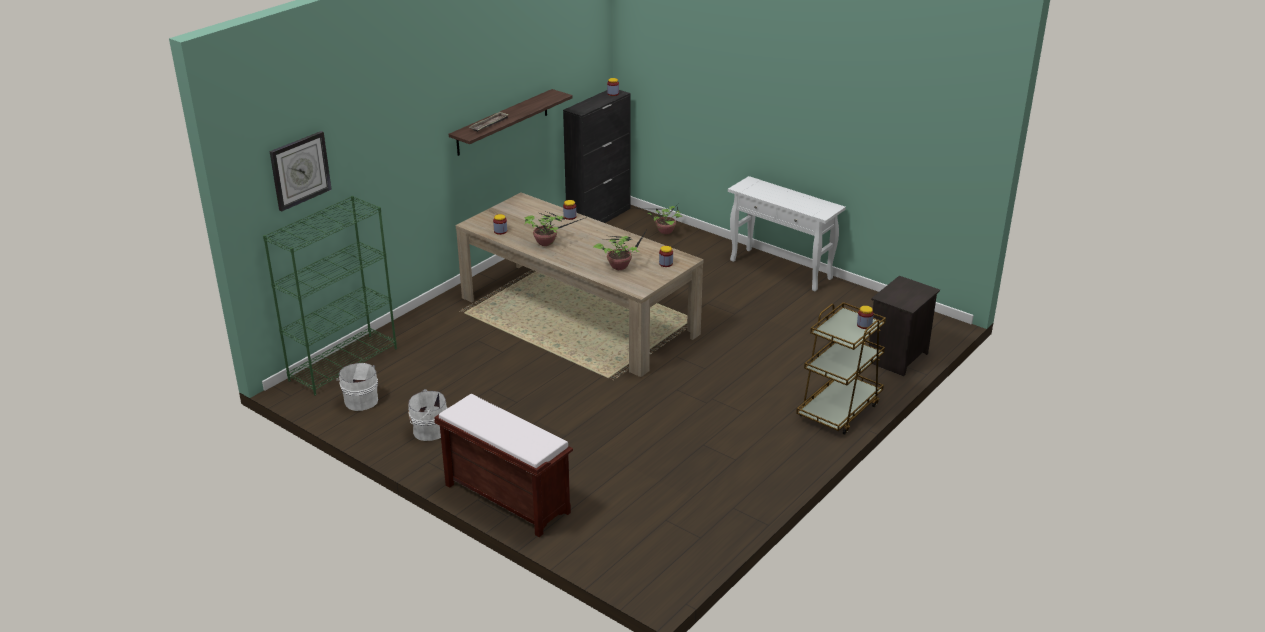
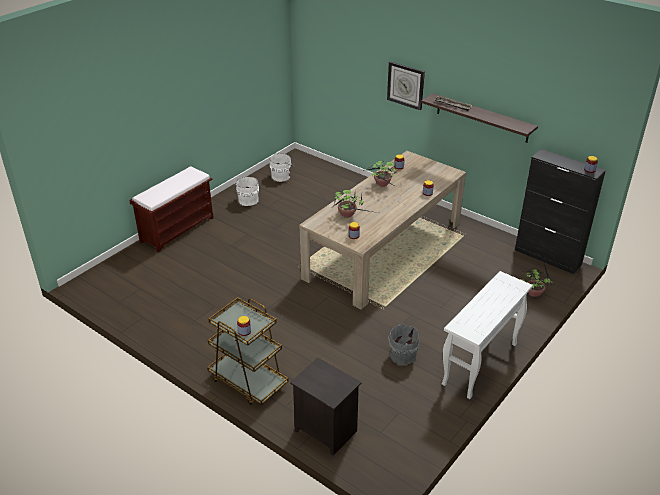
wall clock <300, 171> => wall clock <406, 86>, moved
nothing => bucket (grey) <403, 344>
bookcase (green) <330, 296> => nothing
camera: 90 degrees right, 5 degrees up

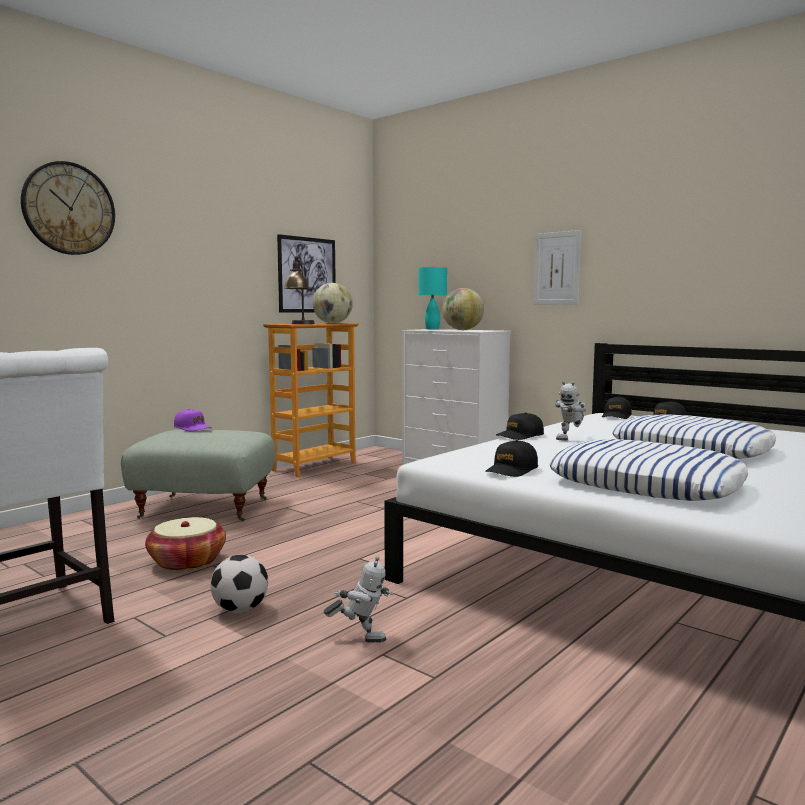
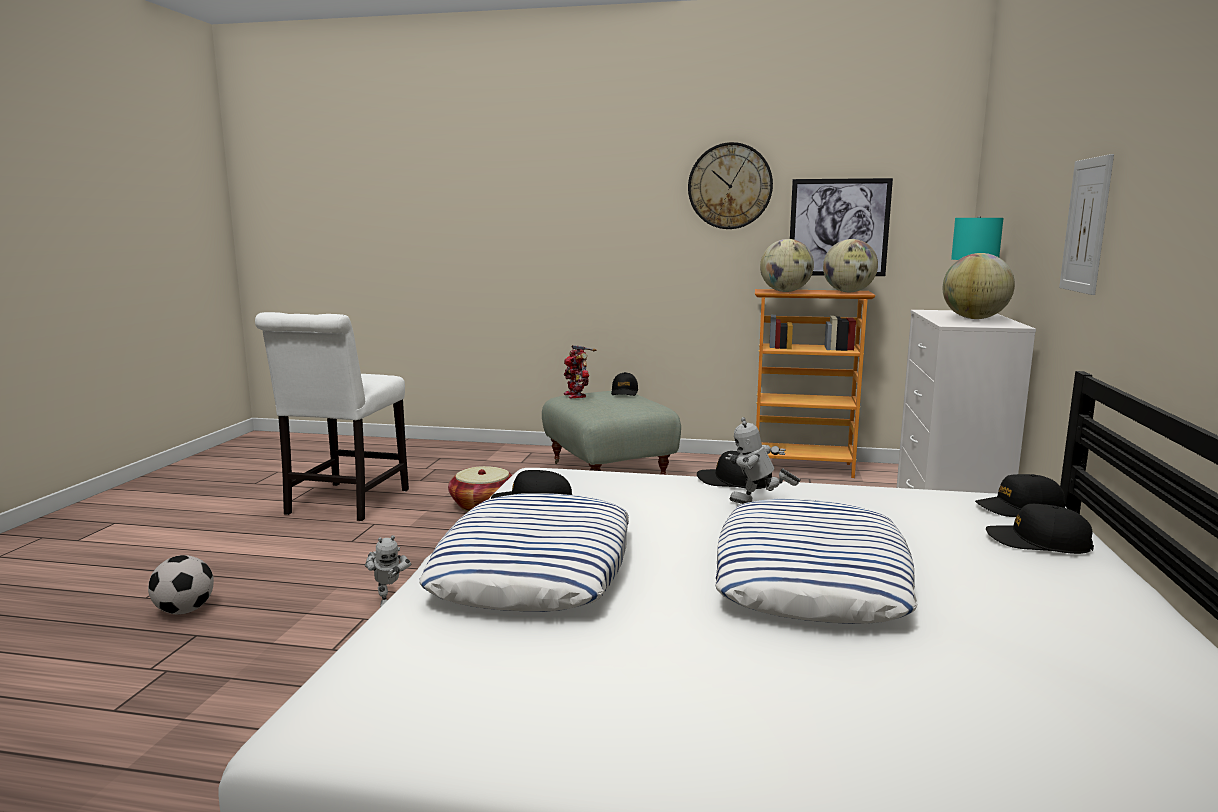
football <239, 584> => football <181, 585>, moved
nothing => toy robot <580, 371>
cap (purple) <193, 420> => cap (black) <624, 384>
wall clock <68, 208> => wall clock <730, 185>, moved
table lamp <300, 290> => globe <787, 265>
camera: 60 degrees right, 5 degrees up

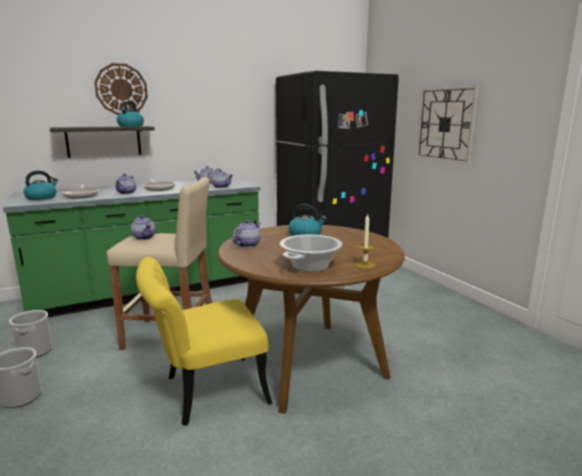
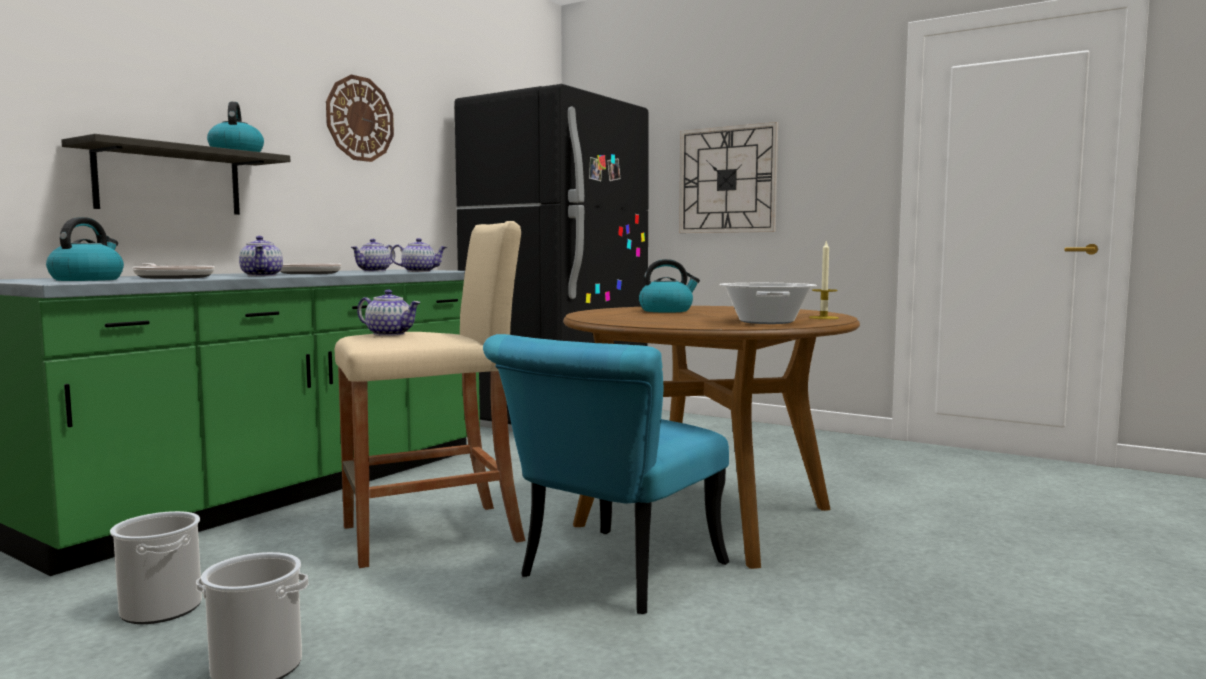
wall clock <121, 89> => wall clock <360, 118>, moved
chair (yellow) <204, 341> => chair (turquoise) <606, 474>
teapot <246, 234> => nothing
camera: 30 degrees left, 10 degrees down

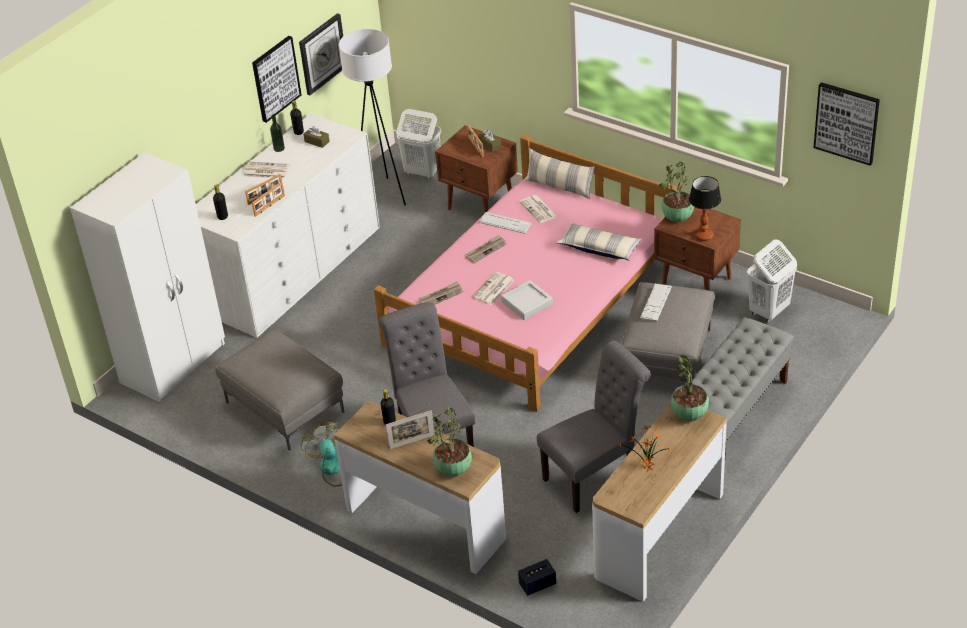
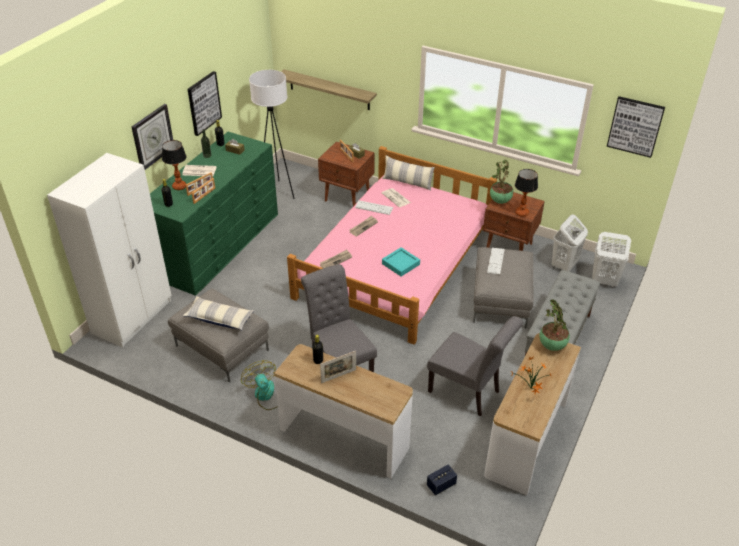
wall clock <321, 54> => wall clock <152, 137>, moved
dresser (white) <288, 225> => dresser (green) <214, 214>
nothing => table lamp <174, 165>
pillow <599, 241> => pillow <218, 313>, moved
nothing => shelf <329, 89>
tray (grey) <527, 300> => tray (turquoise) <401, 262>
chair (grey) <594, 427> => chair (grey) <475, 366>, 75 degrees clockwise
laundry basket (white) <418, 144> => laundry basket (white) <611, 259>, moved
potted plant <449, 442> => nothing
newspaper <493, 288> => nothing
camera: 10 degrees left, 0 degrees up

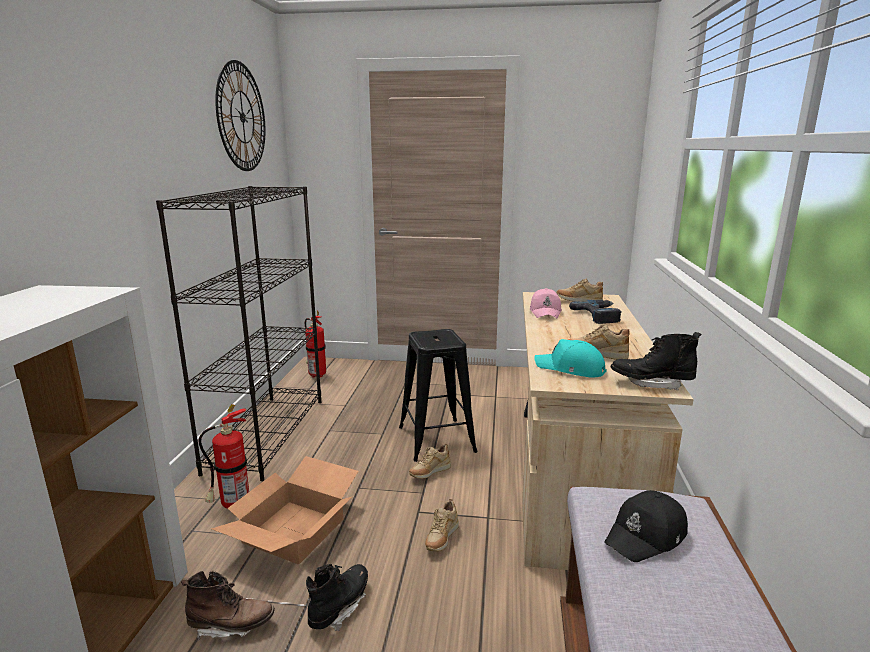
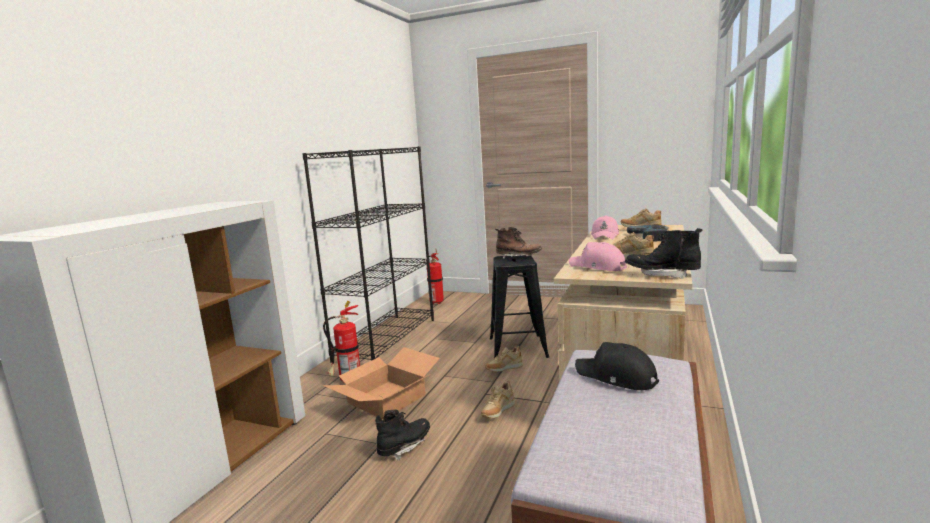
boot (brown) <228, 606> => boot (brown) <518, 243>, moved
cap (turquoise) <571, 358> => cap (pink) <598, 256>
cap (black) <646, 526> => cap (black) <617, 366>, 60 degrees clockwise
wall clock <240, 115> => nothing
camera: 15 degrees right, 5 degrees down

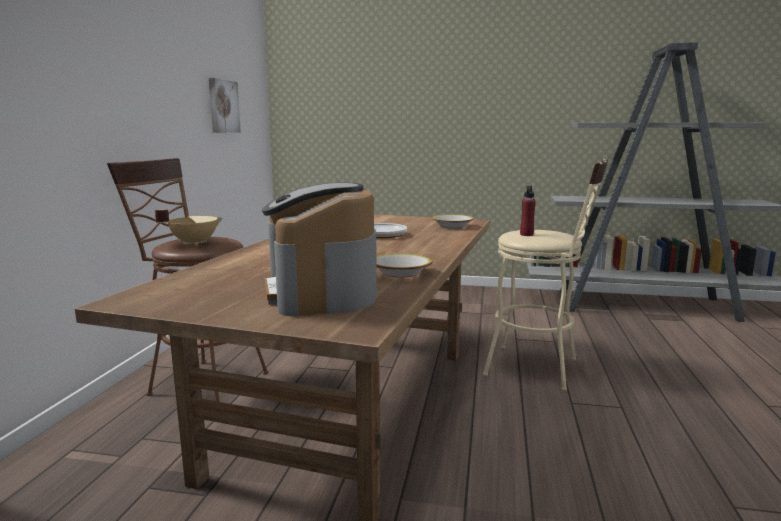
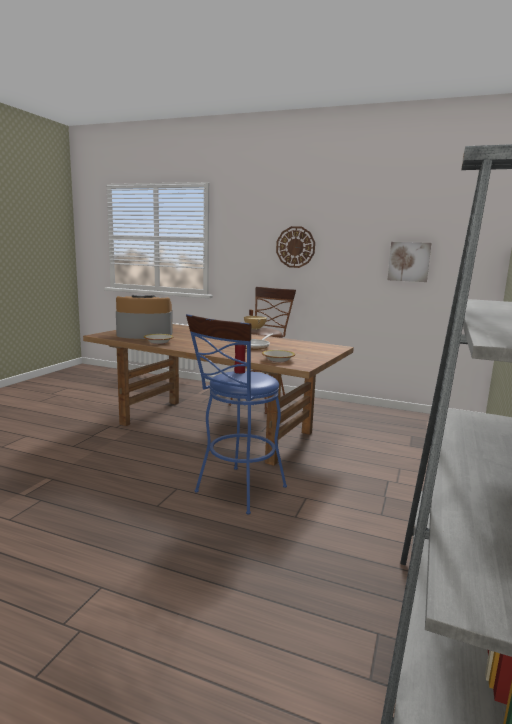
stool (beige) <545, 274> => stool (blue) <236, 414>
nothing => wall clock <295, 247>
camera: 100 degrees right, 0 degrees up

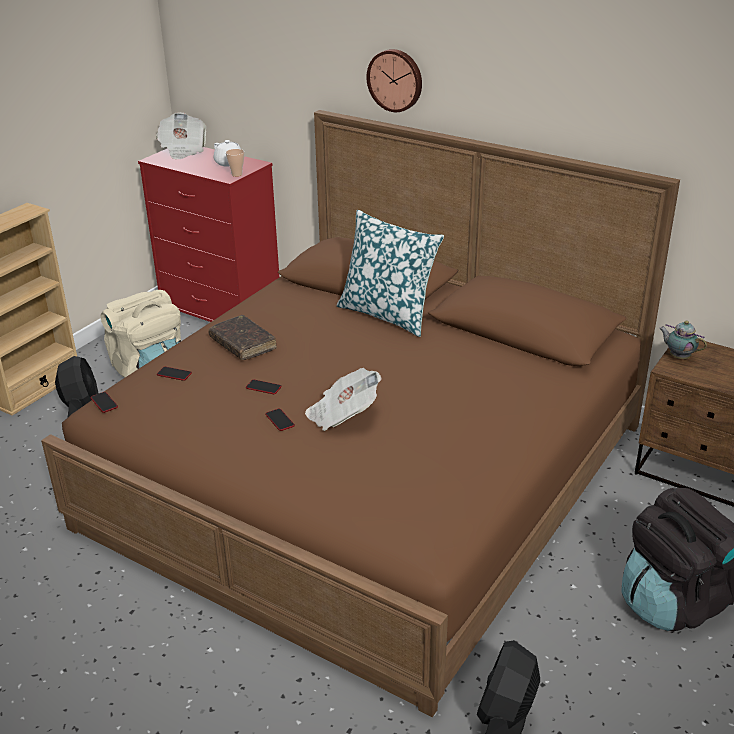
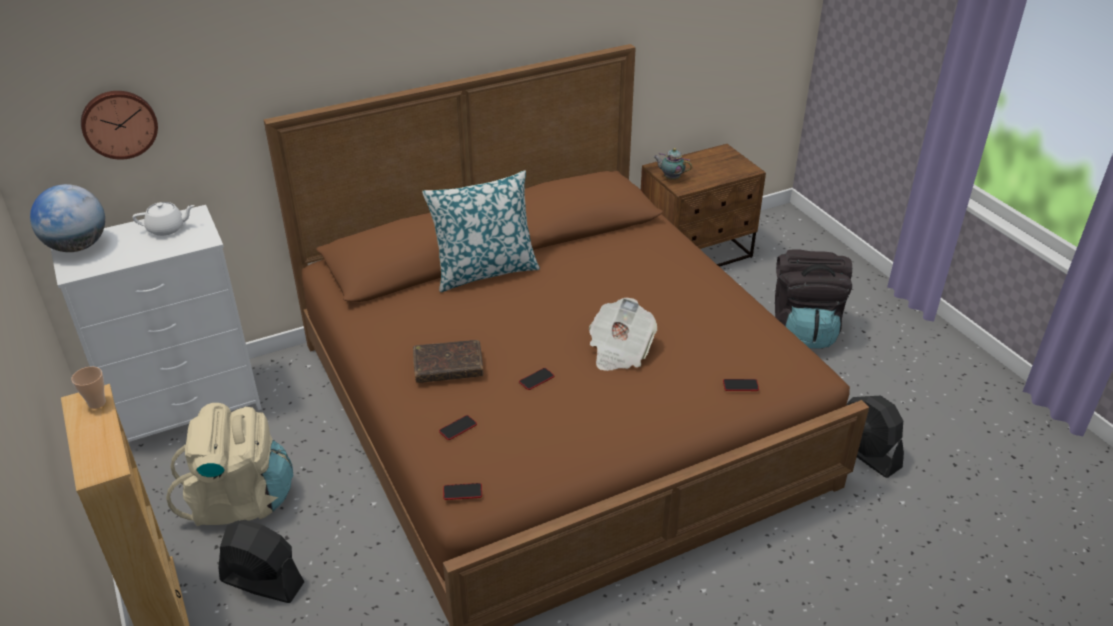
newspaper <181, 135> => globe <67, 218>
dresser (red) <208, 234> => dresser (white) <156, 323>
cup <235, 163> => cup <88, 388>, moved
wall clock <394, 80> => wall clock <119, 125>, moved
teapot <683, 340> => teapot <672, 164>, 45 degrees clockwise
phone <280, 419> => phone <741, 385>, moved
camera: 60 degrees left, 5 degrees up

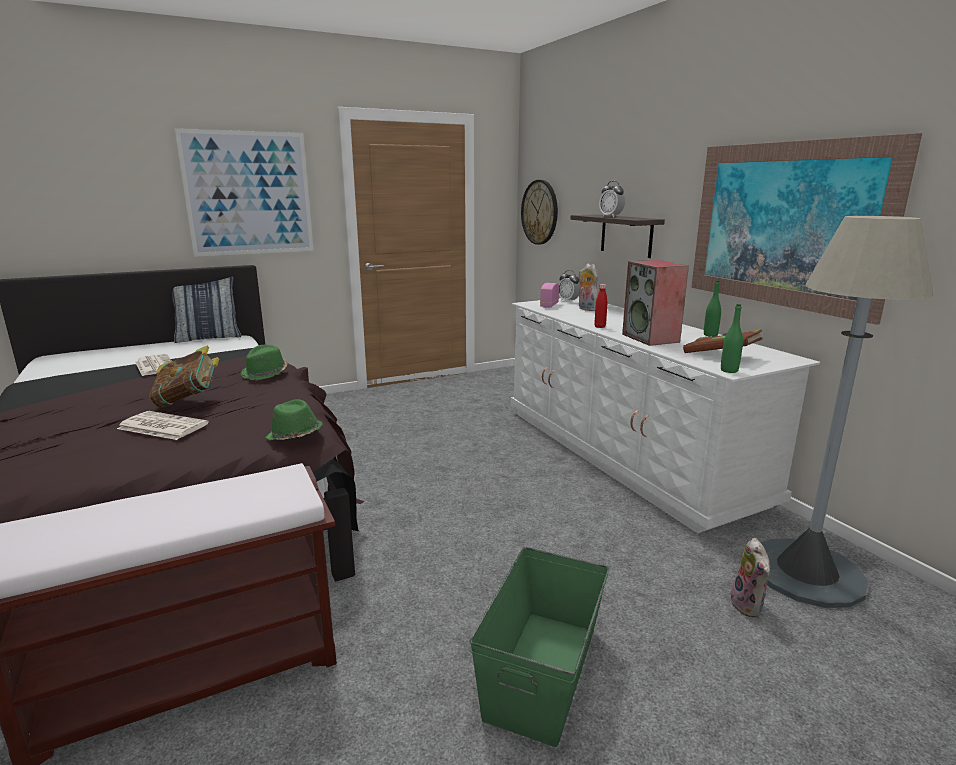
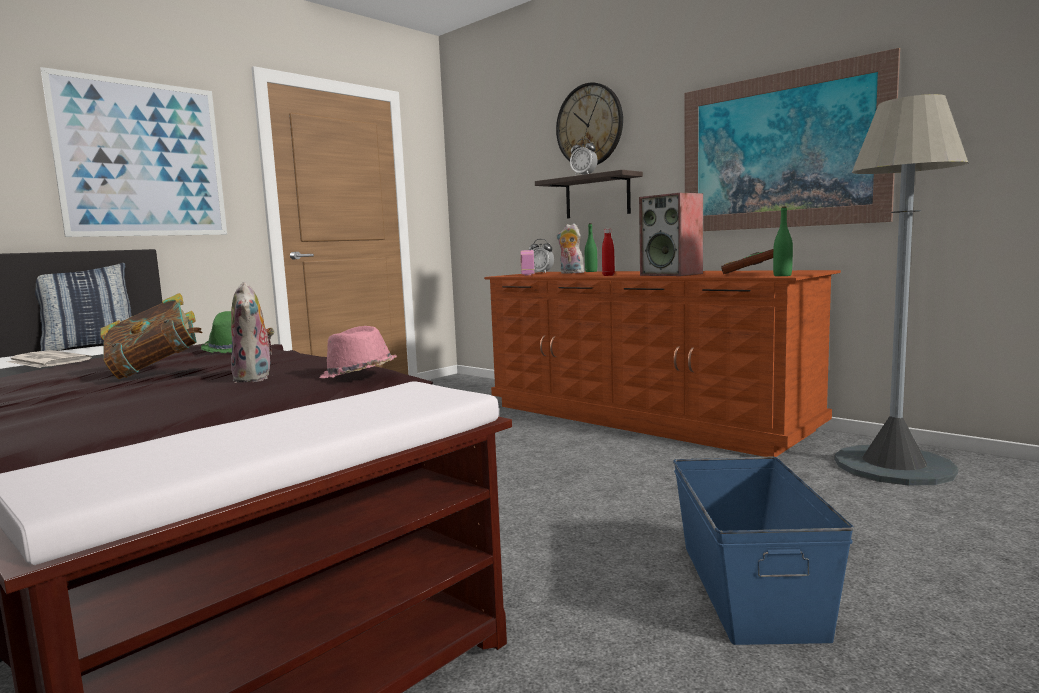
plush toy <750, 577> => plush toy <253, 332>, moved
hat (green) <294, 420> => hat (pink) <358, 352>
dresser (white) <665, 414> => dresser (brown) <662, 363>
wall clock <539, 212> => wall clock <589, 124>, moved
bottle (green) <712, 308> => bottle (green) <591, 247>, moved
storage box (green) <539, 647> => storage box (blue) <763, 551>
newspaper <163, 425> => nothing
camera: 20 degrees left, 10 degrees down

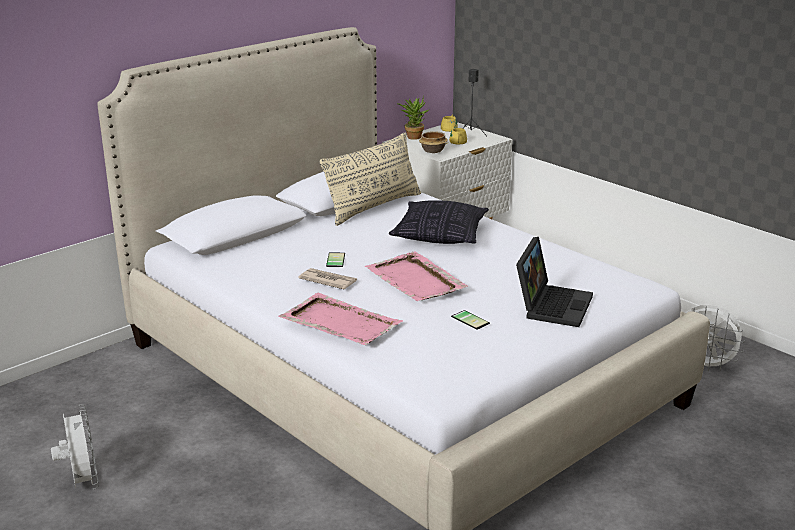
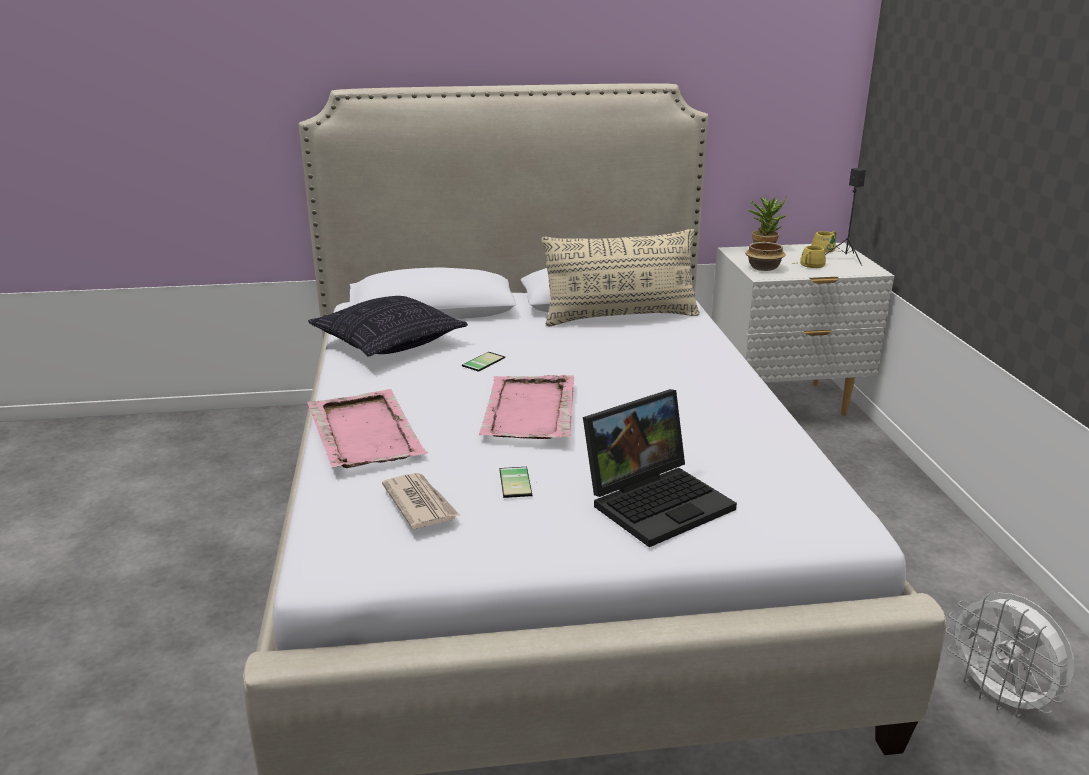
pillow <439, 222> => pillow <388, 326>, moved
newspaper <327, 279> => newspaper <421, 501>, moved
fan (white) <75, 446> => nothing
camera: 35 degrees right, 0 degrees up

